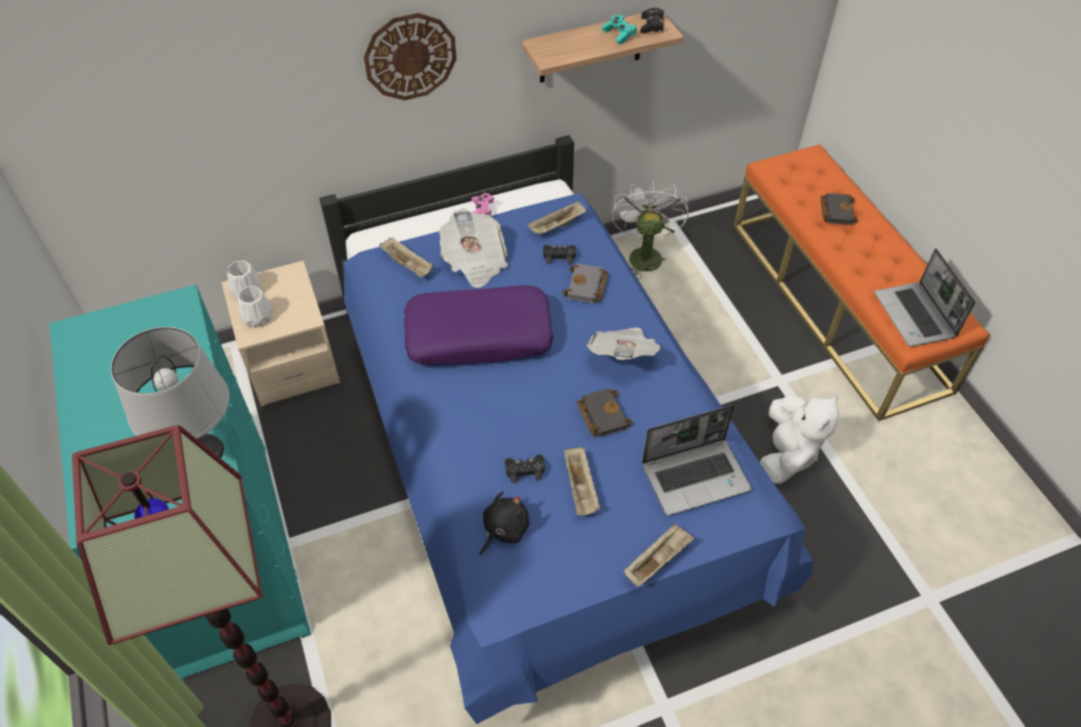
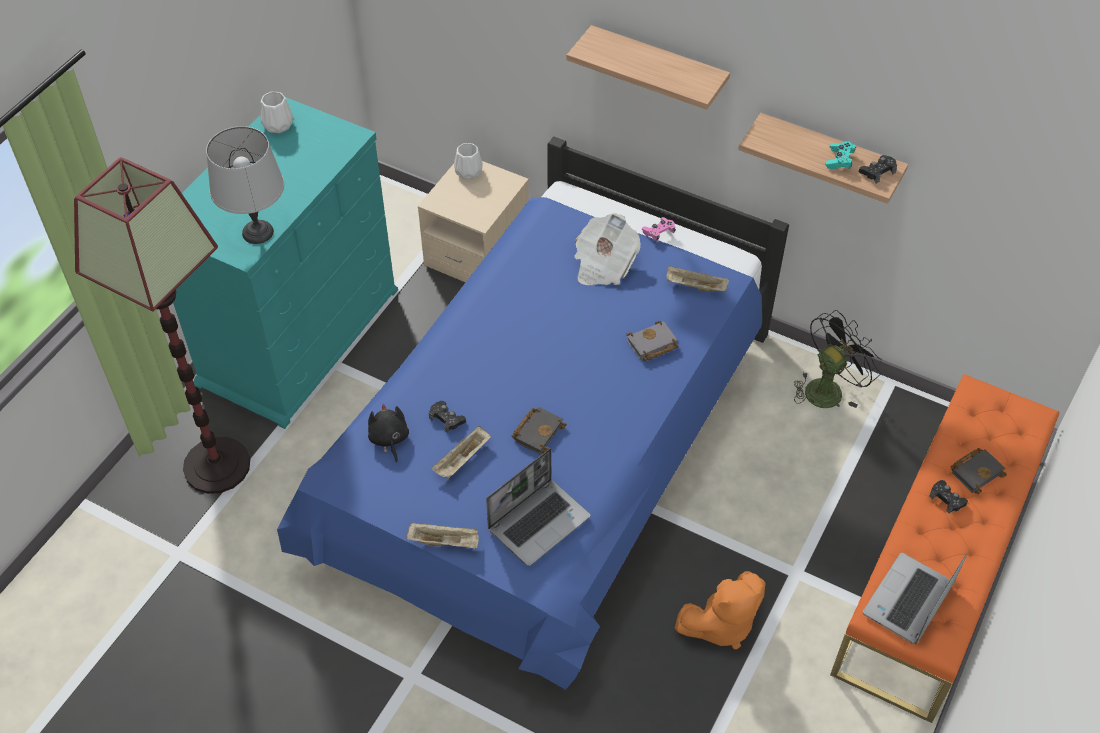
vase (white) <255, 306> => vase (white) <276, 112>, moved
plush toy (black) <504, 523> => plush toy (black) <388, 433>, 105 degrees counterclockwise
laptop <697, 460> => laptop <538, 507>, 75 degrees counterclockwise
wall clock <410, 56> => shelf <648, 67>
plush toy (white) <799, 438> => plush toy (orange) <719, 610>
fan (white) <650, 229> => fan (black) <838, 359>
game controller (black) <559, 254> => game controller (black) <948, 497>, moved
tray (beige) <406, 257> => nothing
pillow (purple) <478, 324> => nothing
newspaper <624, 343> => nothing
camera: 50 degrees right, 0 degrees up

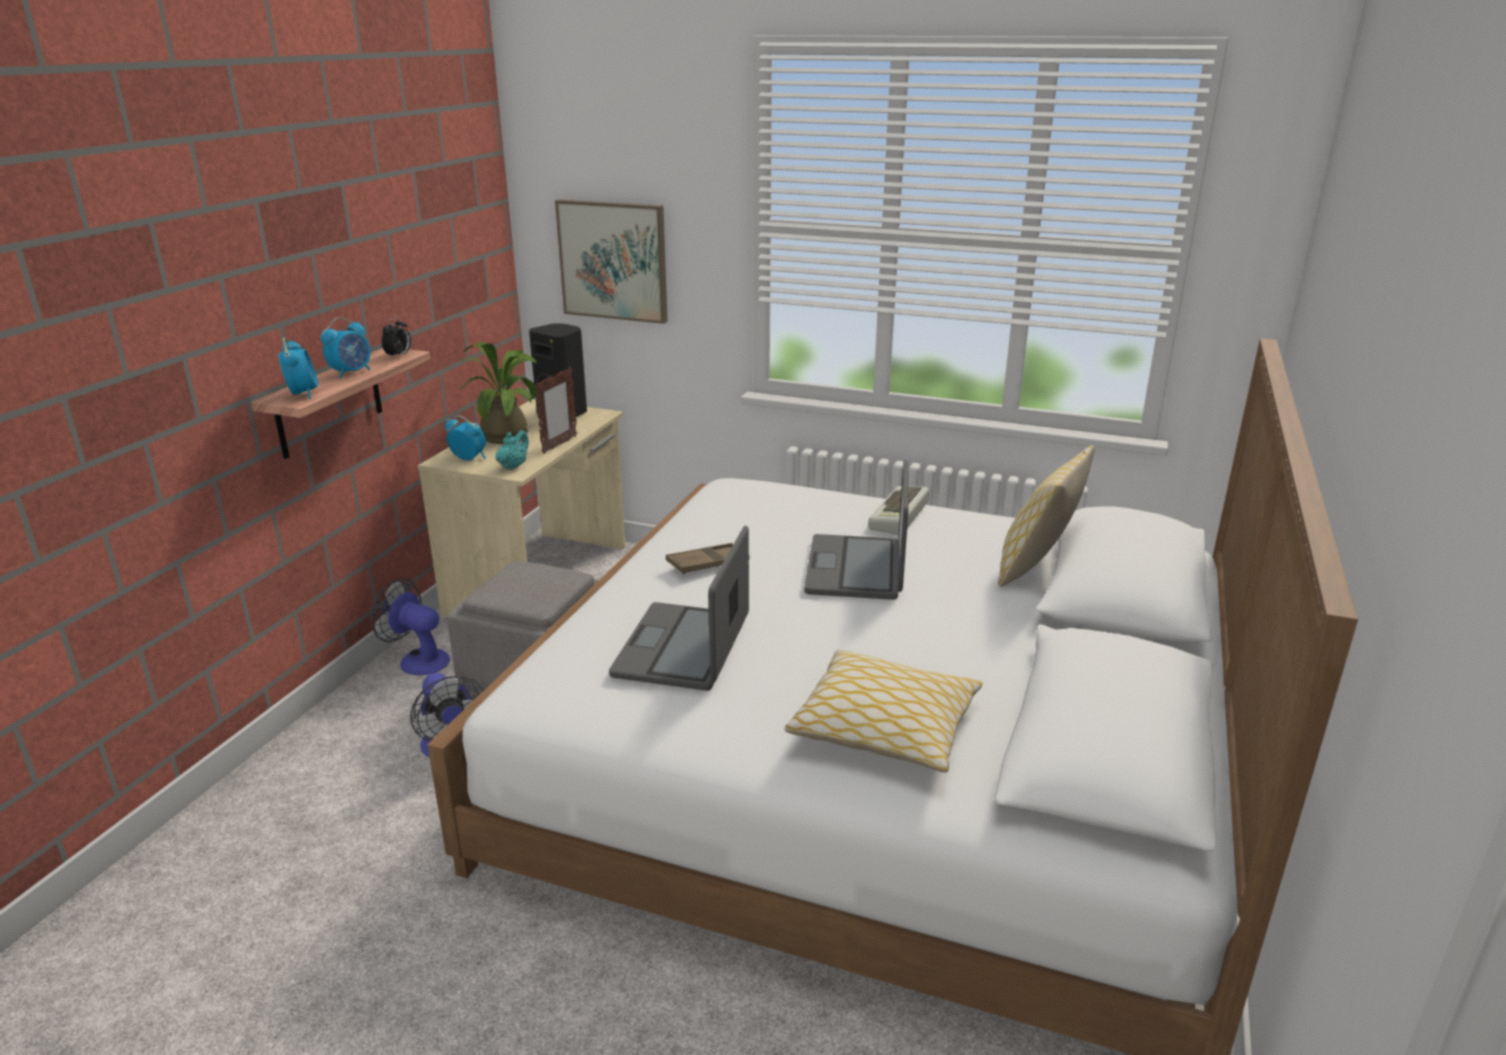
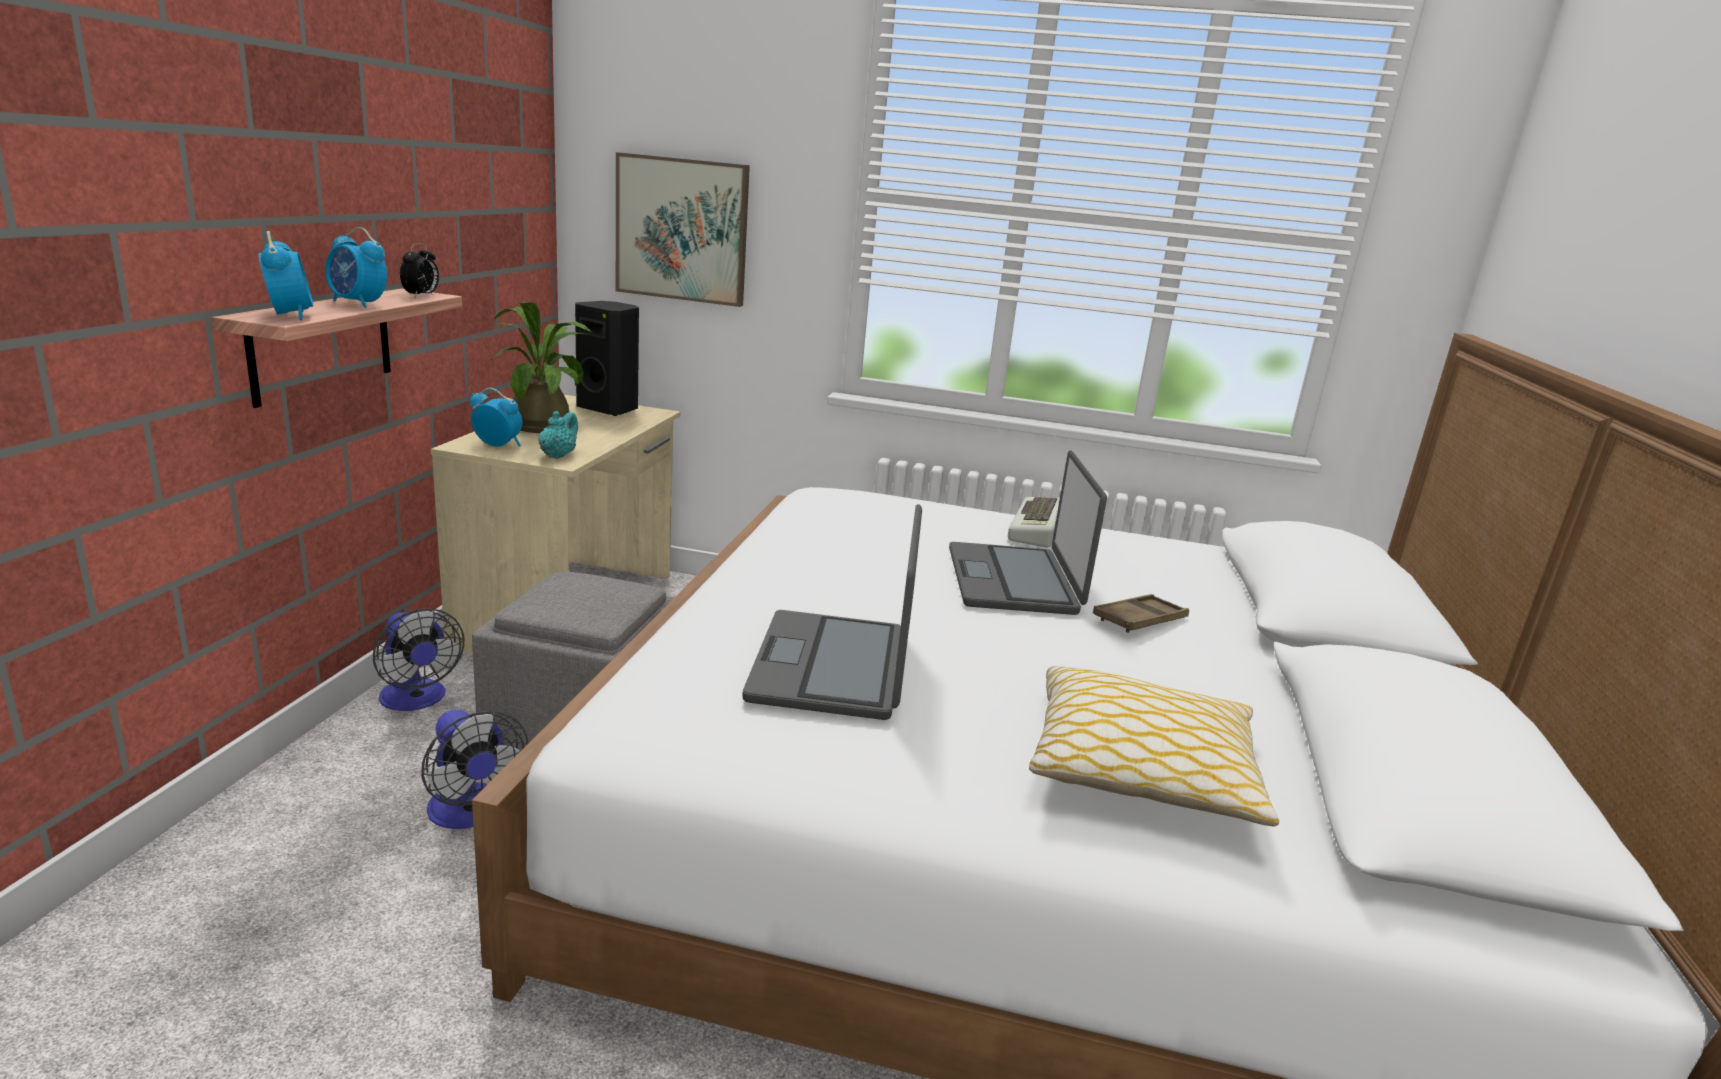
alarm clock <346, 348> => alarm clock <356, 267>, 90 degrees clockwise
fan <410, 626> => fan <418, 659>, 150 degrees counterclockwise
tray (brown) <699, 558> => tray (brown) <1141, 613>, moved
picture frame <555, 410> => nothing
pillow <1046, 516> => nothing
camera: 10 degrees left, 5 degrees down

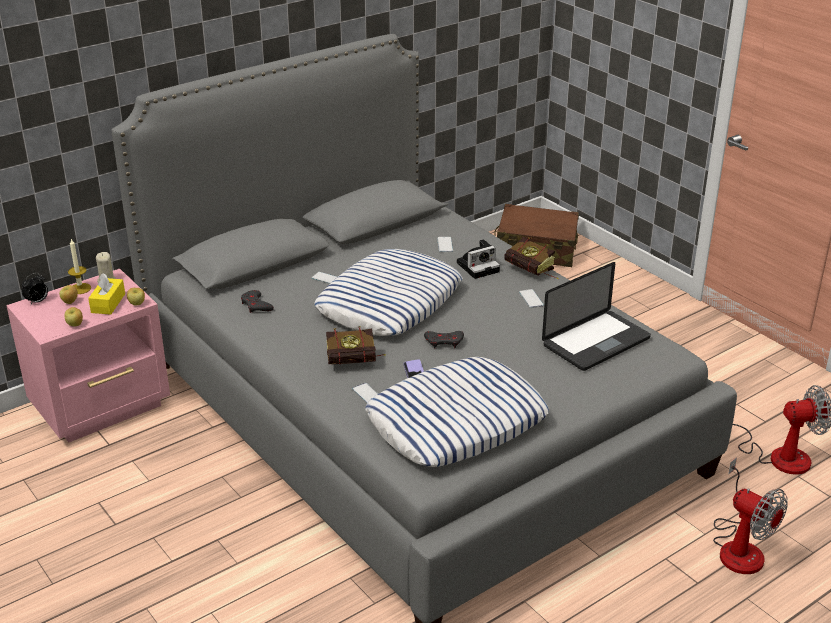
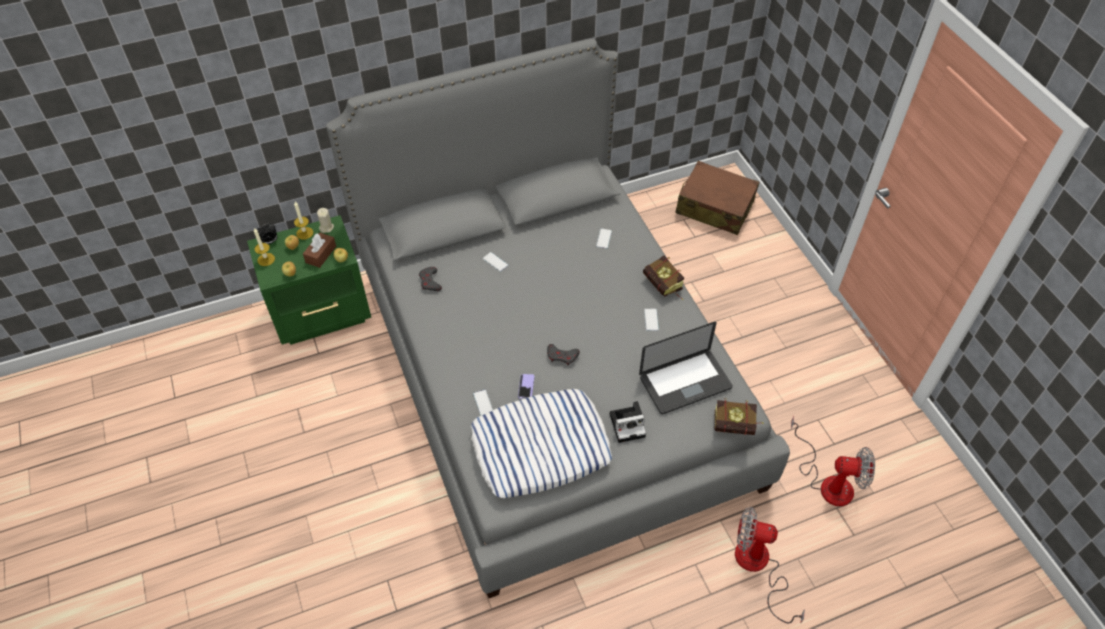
nightstand (pink) <88, 356> => nightstand (green) <309, 280>
nothing => candle <264, 247>
tissue box (yellow) <106, 294> => tissue box (brown) <319, 250>
photo camera <478, 259> => photo camera <628, 422>, moved
book <356, 345> => book <738, 416>, moved
fan <750, 515> => fan <770, 565>, 135 degrees clockwise
pillow <388, 292> => nothing
camera: 15 degrees right, 20 degrees up

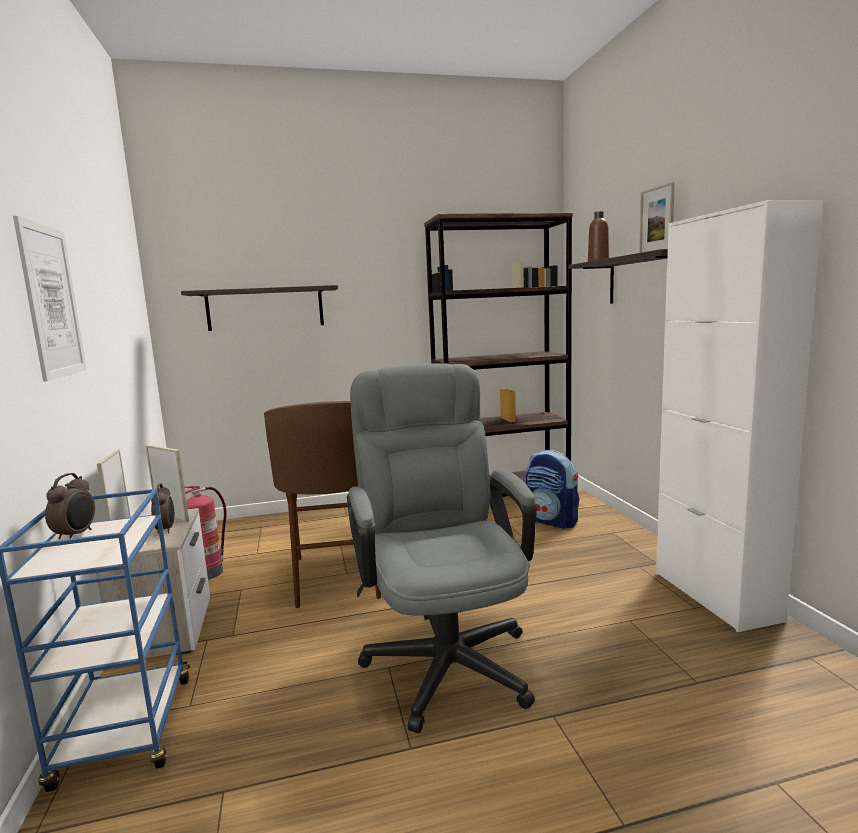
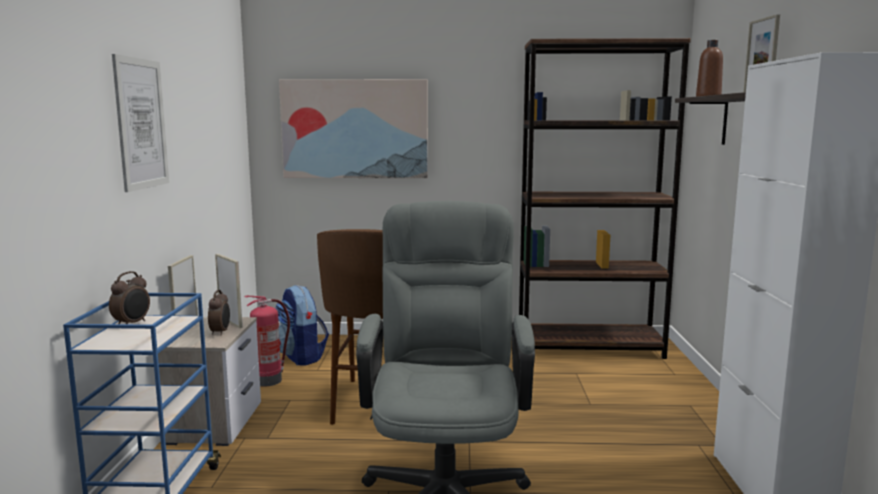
backpack <553, 489> => backpack <302, 325>, moved
shelf <259, 308> => picture <353, 128>
camera: 15 degrees right, 0 degrees up

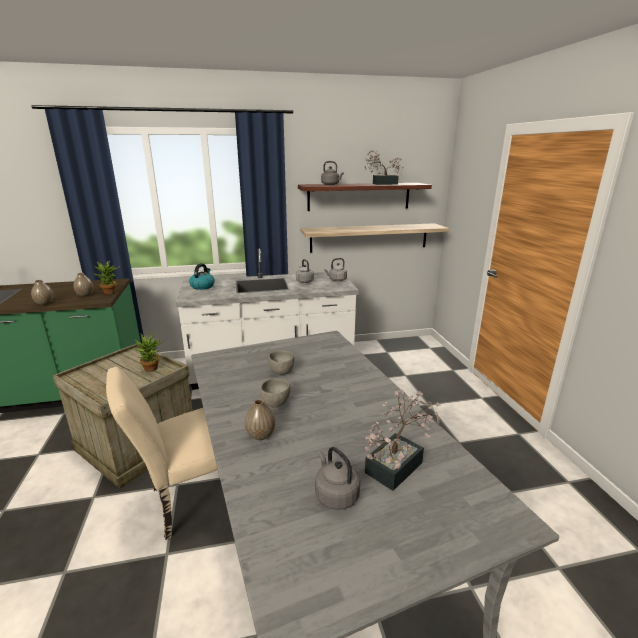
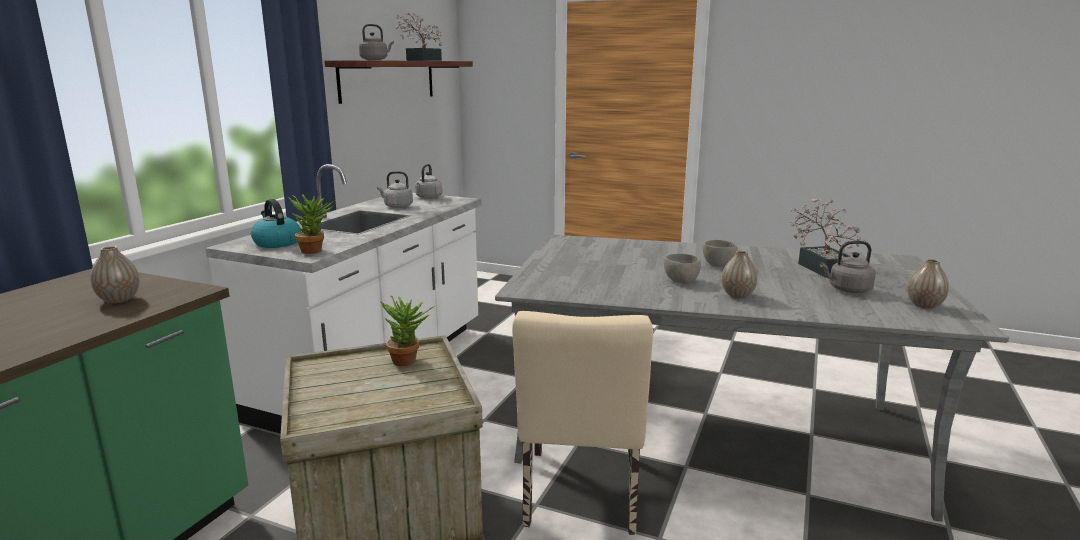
potted plant <107, 277> => potted plant <311, 224>, moved
bowl (grey) <281, 362> => bowl (grey) <720, 253>, moved
vase <42, 292> => vase <928, 284>, moved
shelf <375, 238> => nothing
camera: 55 degrees left, 5 degrees down

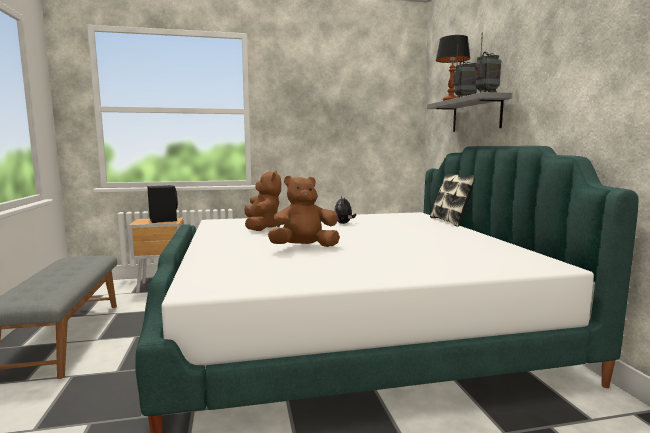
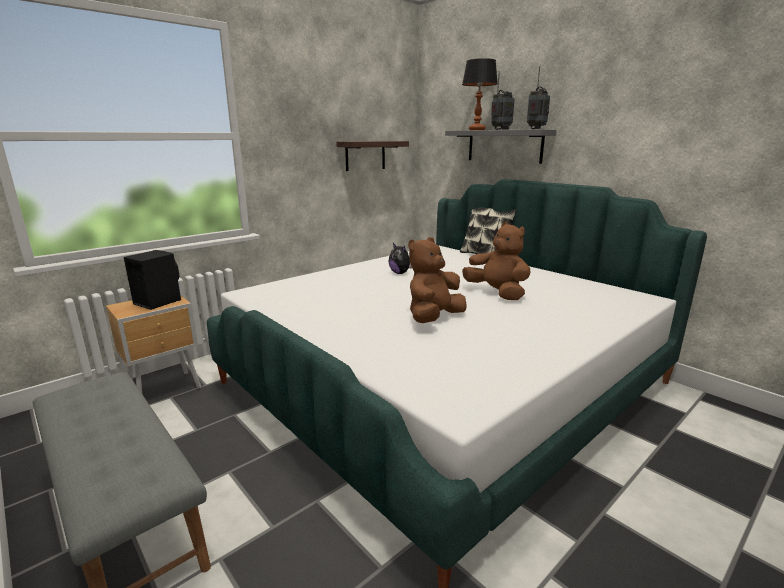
nothing => shelf <372, 156>
plush toy (brown) <262, 200> => plush toy (brown) <496, 261>, moved
camera: 30 degrees left, 10 degrees up

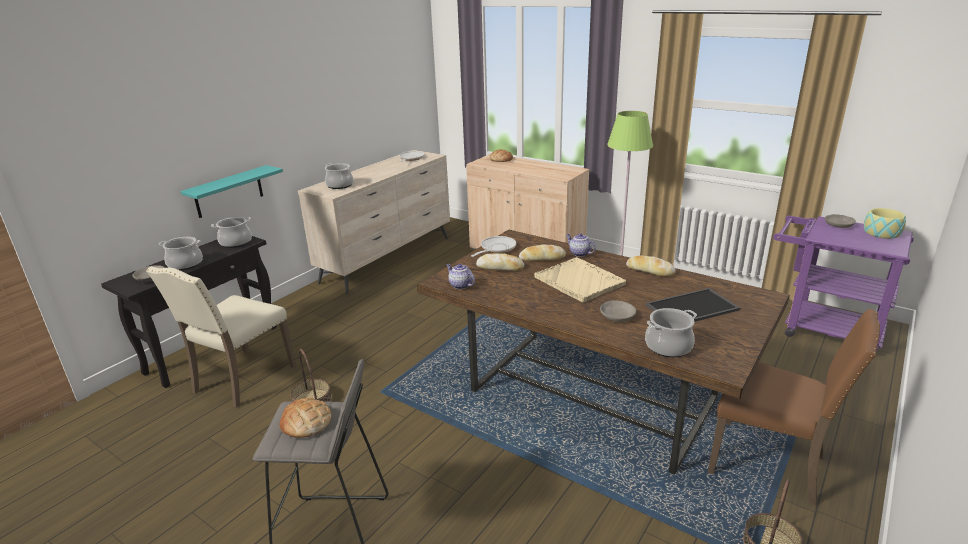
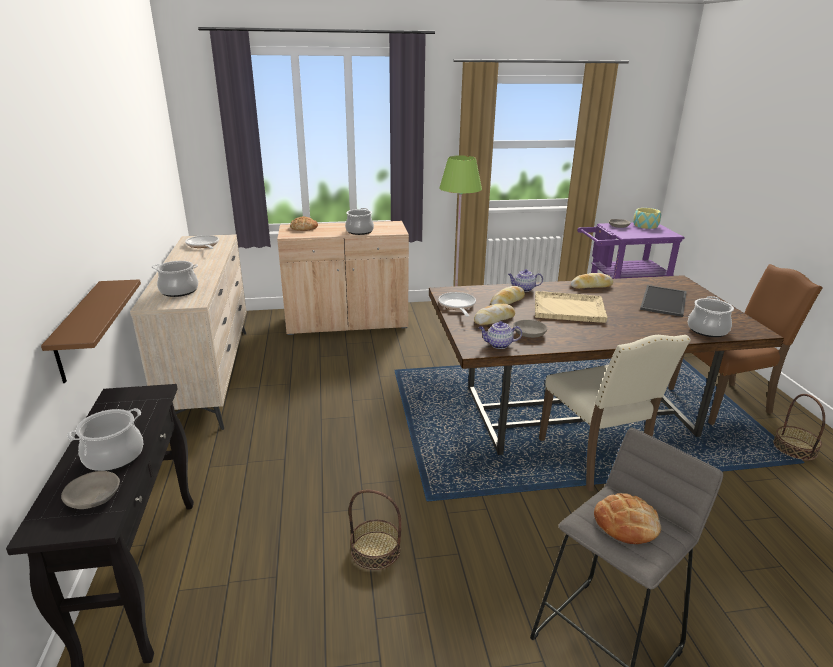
shelf (turquoise) <231, 191> => shelf (brown) <91, 331>
cooking pot <231, 232> => cooking pot <359, 221>, moved
bowl (grey) <618, 311> => bowl (grey) <530, 329>, moved
chair (beige) <221, 337> => chair (beige) <615, 413>, moved
camera: 45 degrees left, 0 degrees up

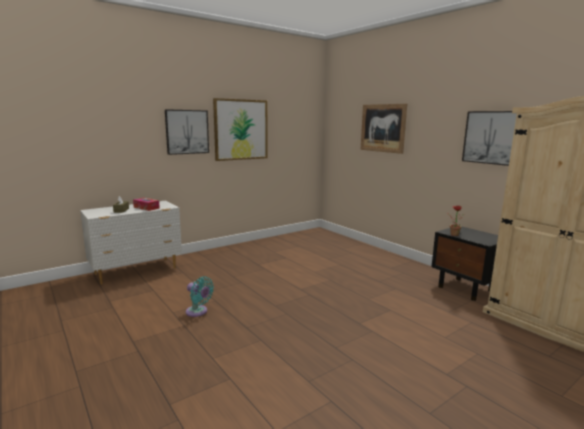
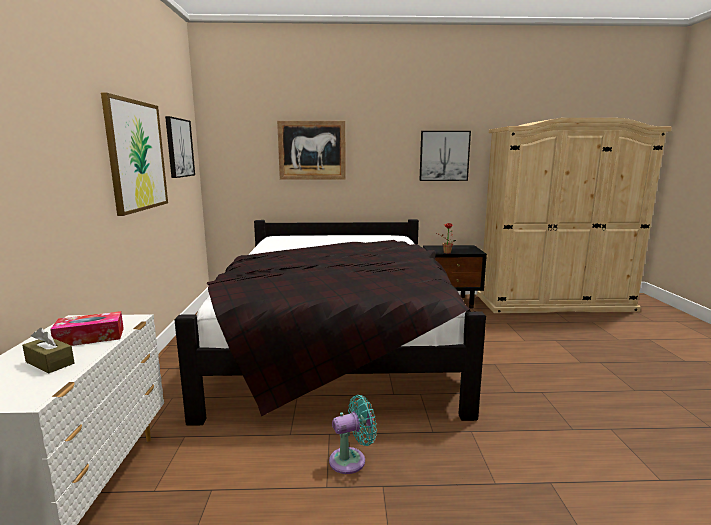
picture <187, 132> => picture <180, 147>, moved
nothing => bed (black) <330, 322>
camera: 55 degrees left, 0 degrees up

